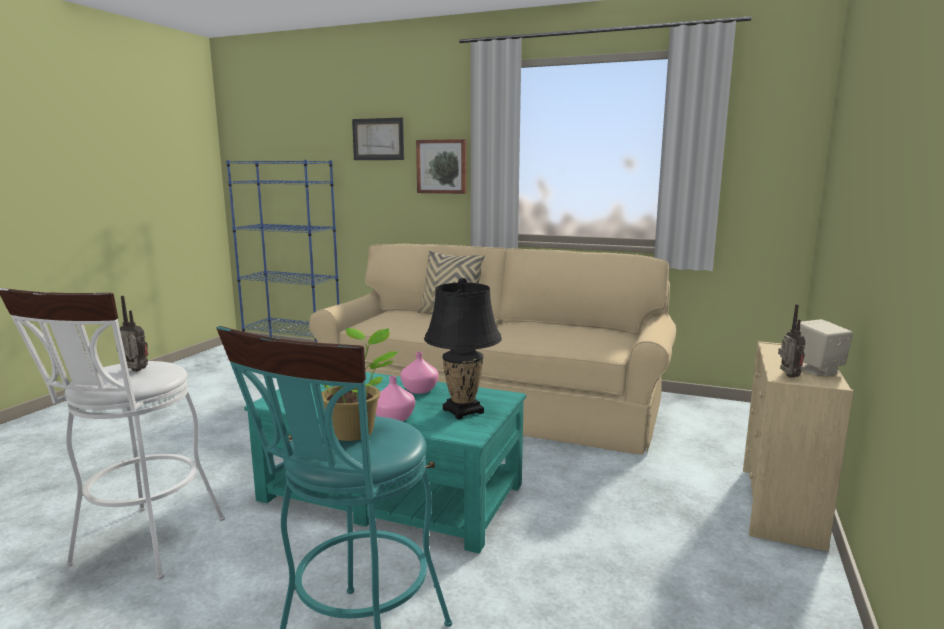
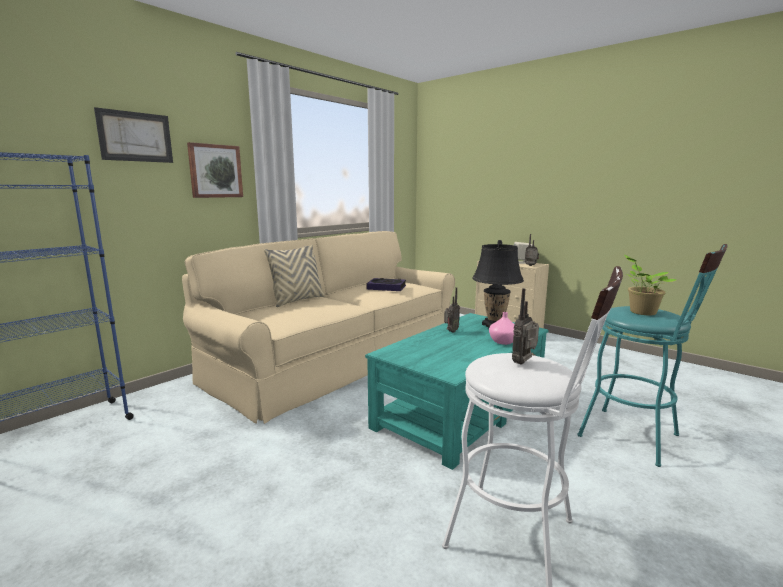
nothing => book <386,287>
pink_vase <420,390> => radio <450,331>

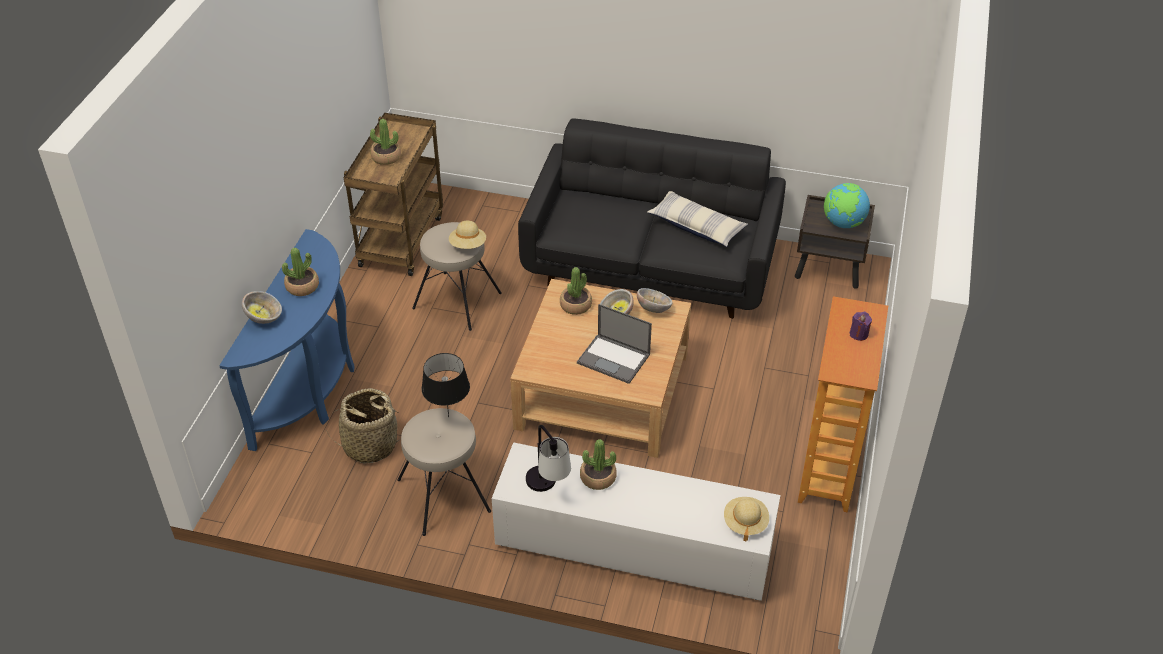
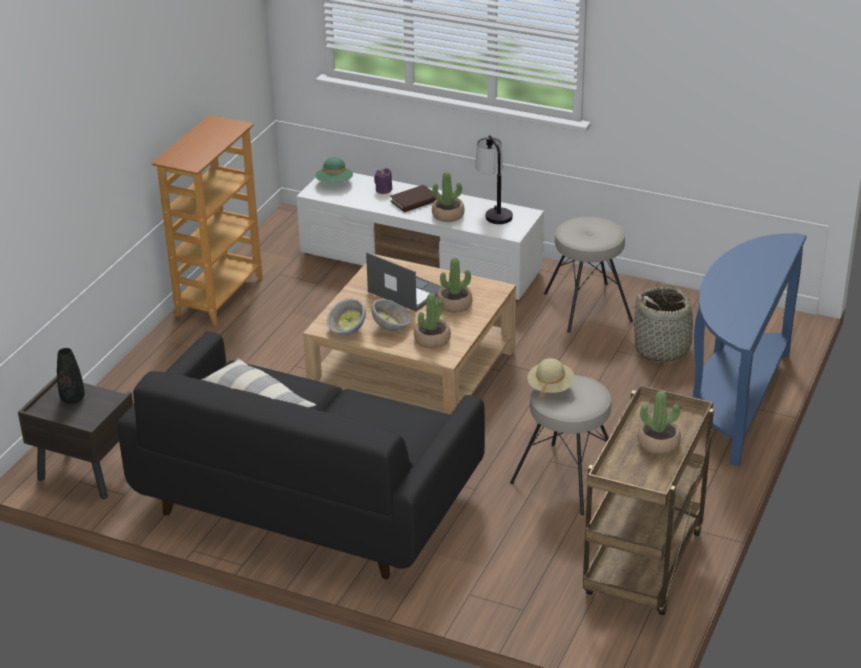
globe <843,223> => black_vase <72,399>
beige_hat <745,522> => green_hat <334,183>
purple_candle <859,334> => purple_candle <383,190>, moved
nothing => brown_book <414,201>
potted_plant <302,286> => potted_plant <454,305>, moved
bowl <264,317> => nothing
black_table_lamp <448,416> => nothing

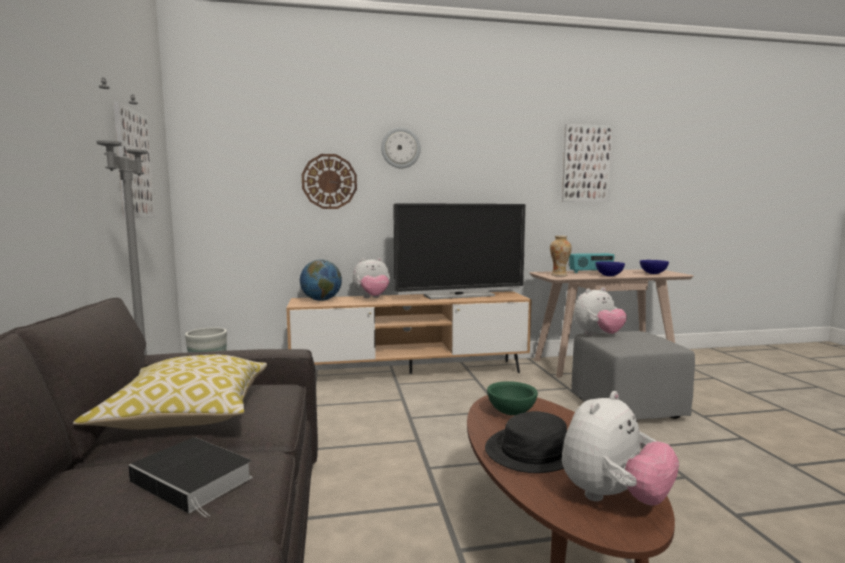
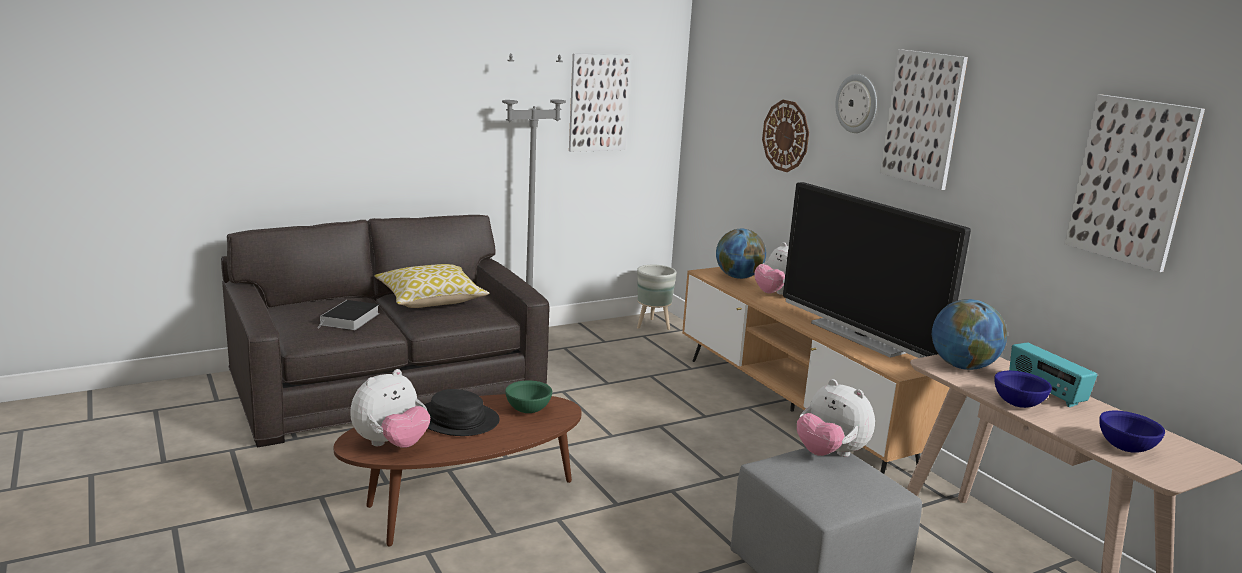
plush_toy <613,498> => plush_toy <391,444>, 75 degrees counterclockwise
nothing => picture <922,118>
vase <559,275> => globe <962,366>

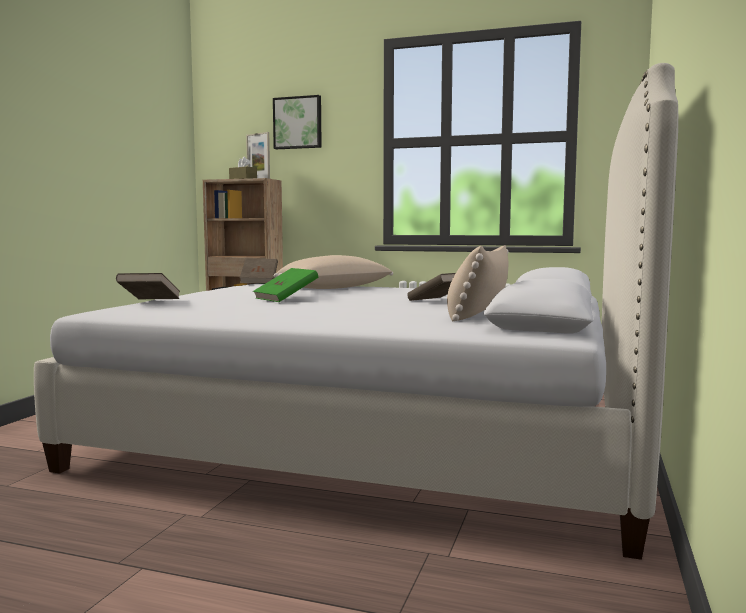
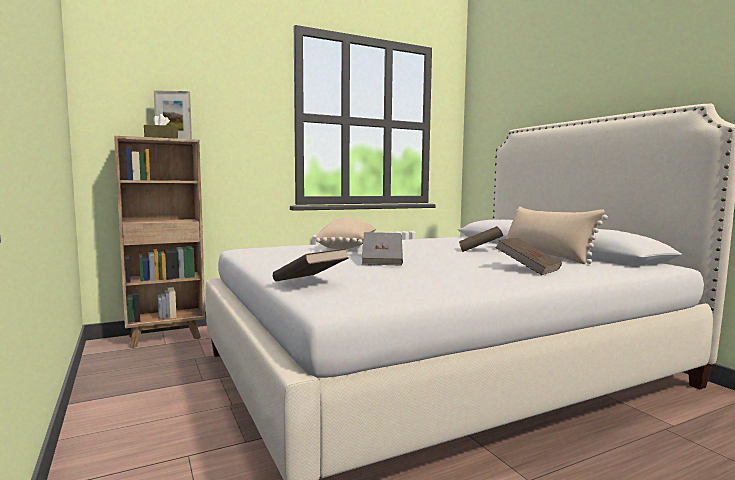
green_book <286,298> => grey_book <382,261>
brown_book <259,282> => brown_book <528,269>, moved
picture <298,123> => nothing

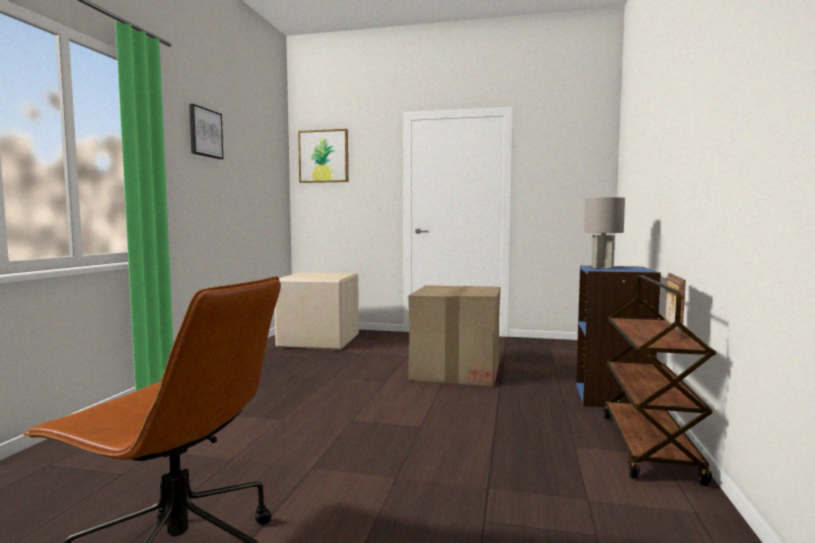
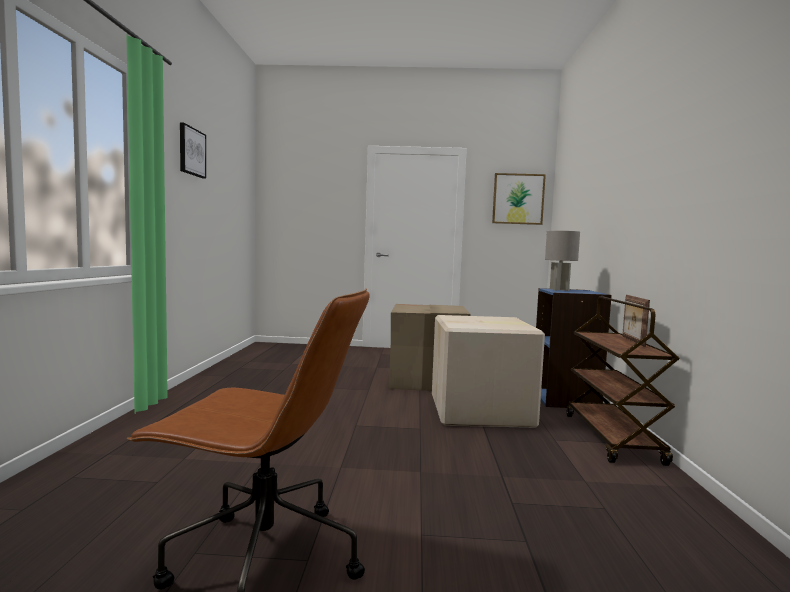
cardboard_box <320,341> => cardboard_box <482,411>, moved
picture <323,156> => picture <518,199>, moved

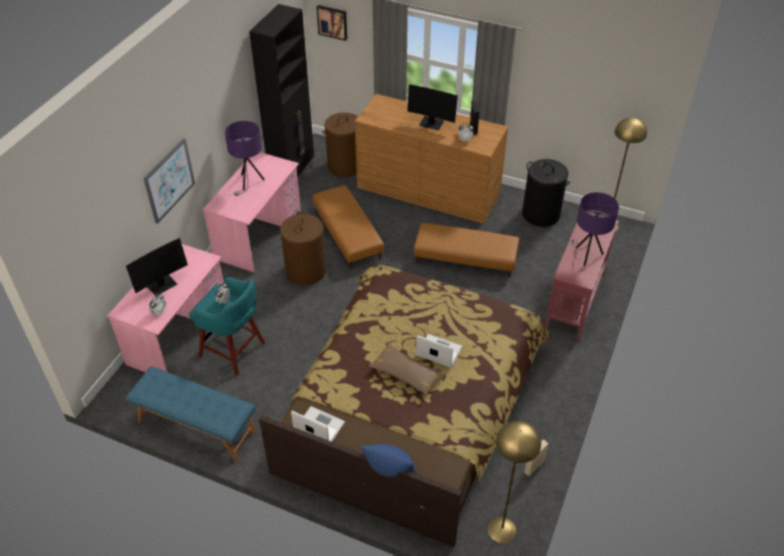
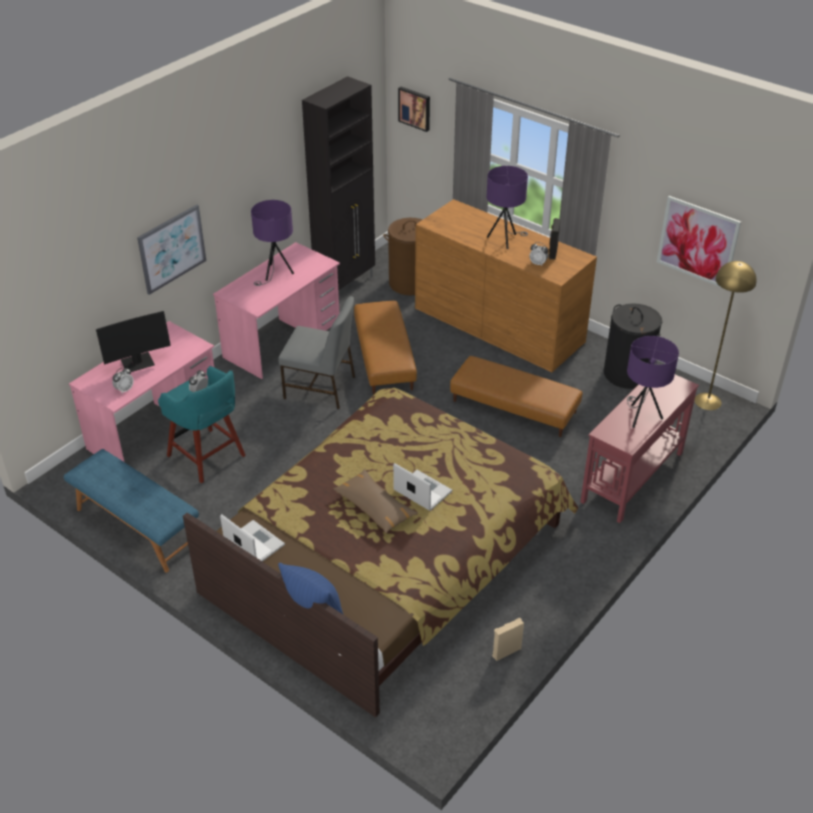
brown_laundry_basket <306,271> => grey_chair <321,388>
monitor <431,123> => purple_table_lamp <505,240>
nothing => picture <697,242>
yellow_floor_lamp <501,530> => nothing

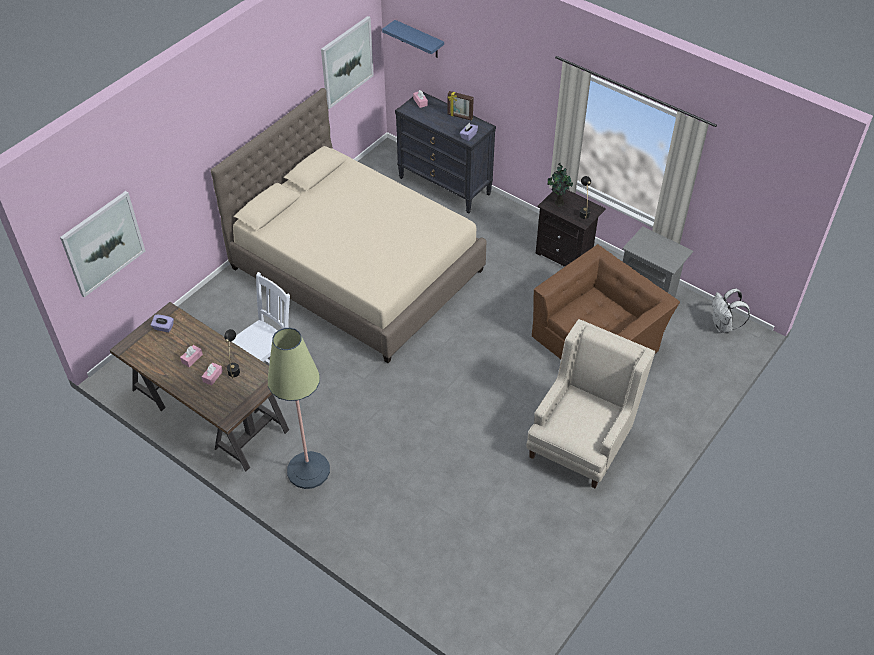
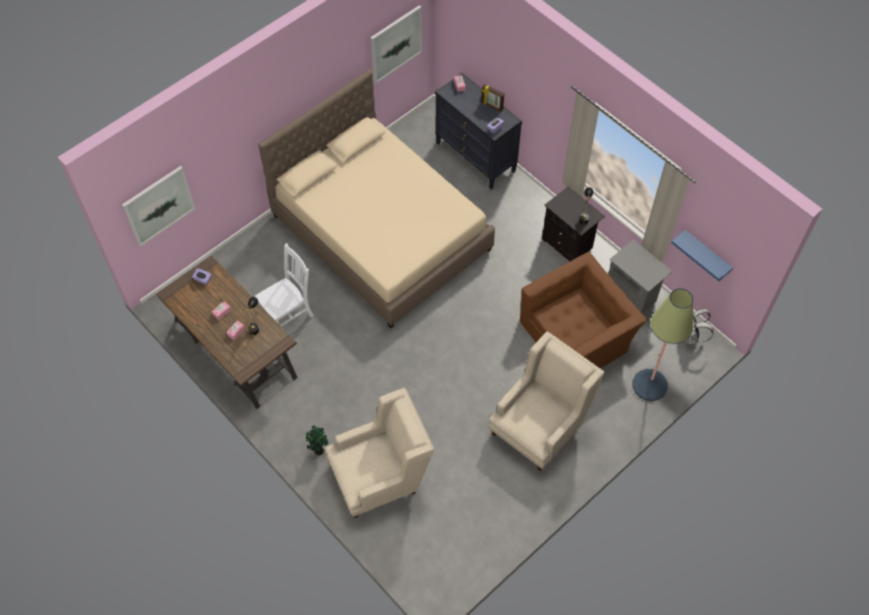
potted_plant <558,202> => potted_plant <318,450>, moved
nothing => beige_armchair <381,475>
floor_lamp <308,470> => floor_lamp <649,385>, moved
blue_shelf <419,39> => blue_shelf <706,254>, moved

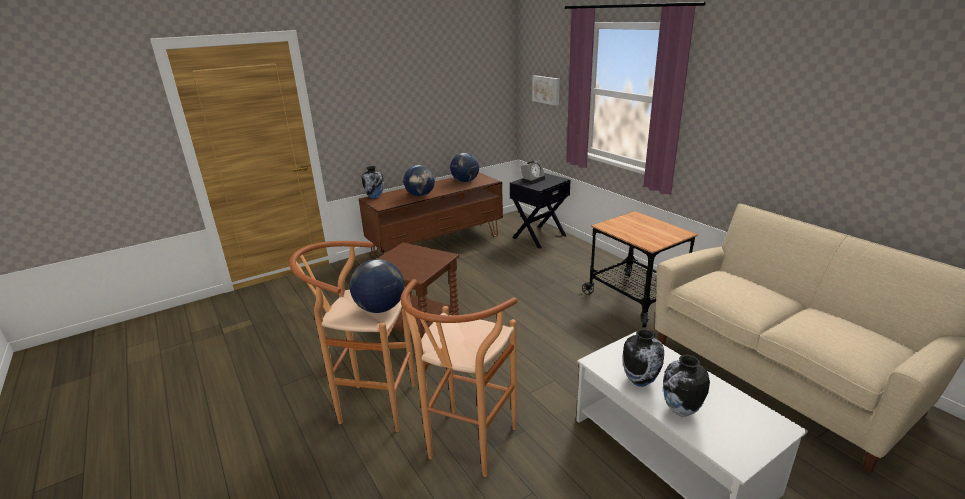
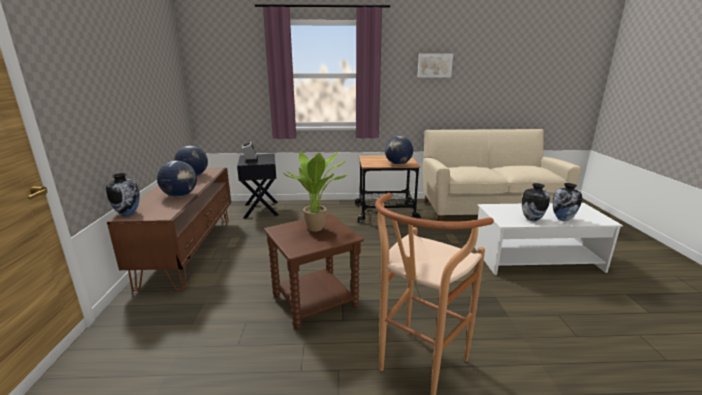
nothing => potted_plant <318,229>
globe <380,308> => globe <398,164>, moved
picture <546,90> => picture <434,65>, moved
brown_stool <467,448> => nothing

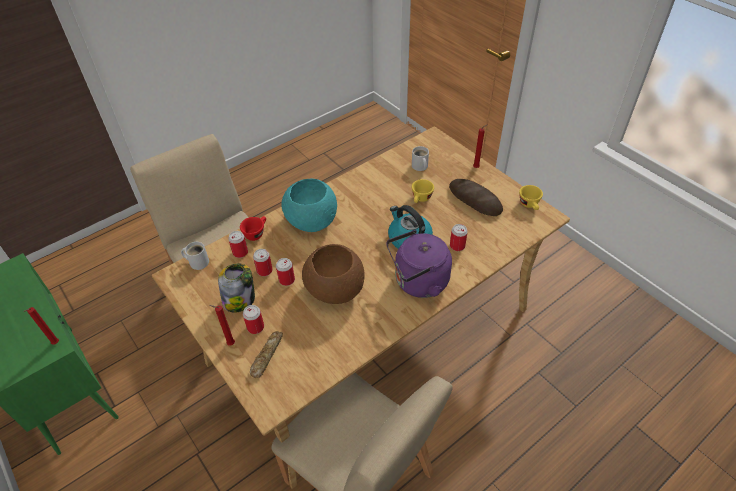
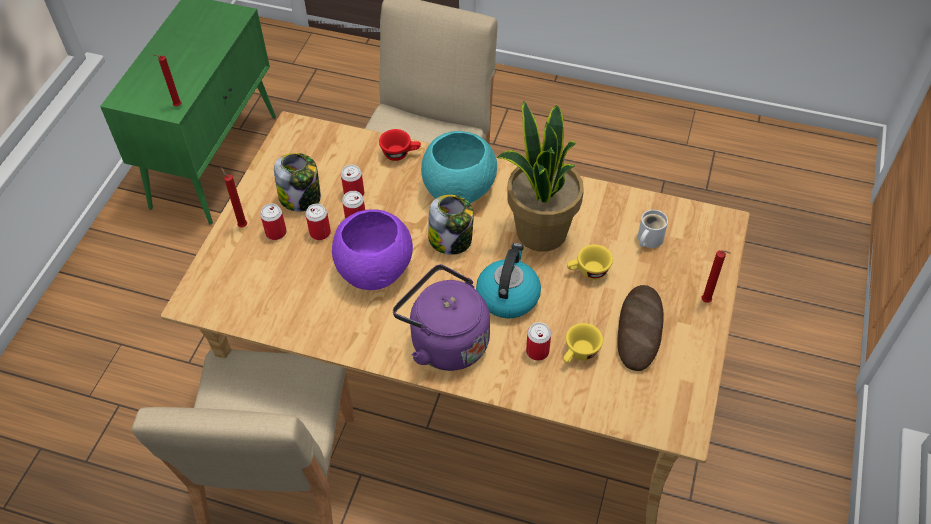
can <240,252> => can <320,232>, moved
brown_bowl <334,289> => purple_bowl <375,268>
nothing => jar <451,240>
nothing => potted_plant <540,231>
yellow_cup <530,205> => yellow_cup <579,354>, moved
white_mug <198,261> => nothing
bread <266,356> => nothing

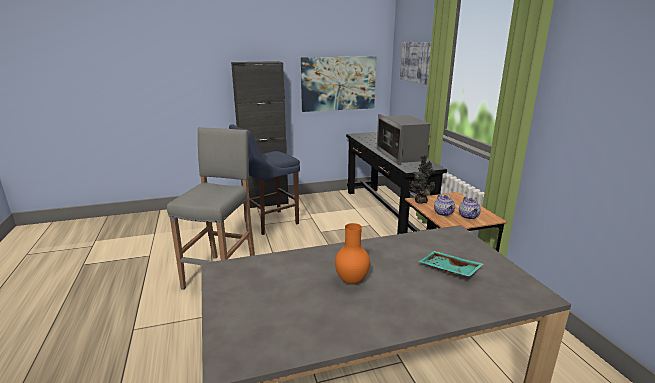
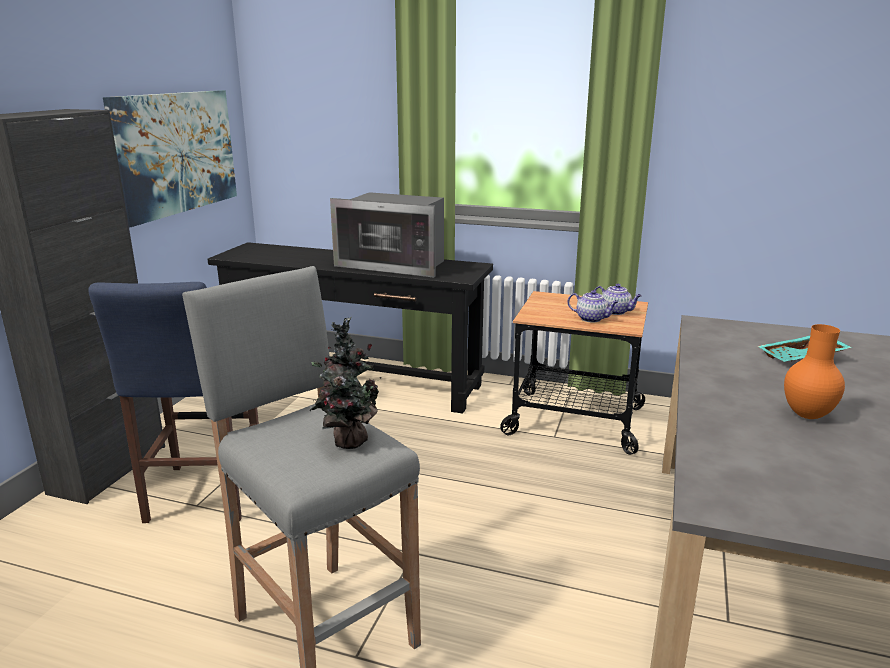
potted_plant <420,201> => potted_plant <347,441>, moved
picture <416,62> => nothing

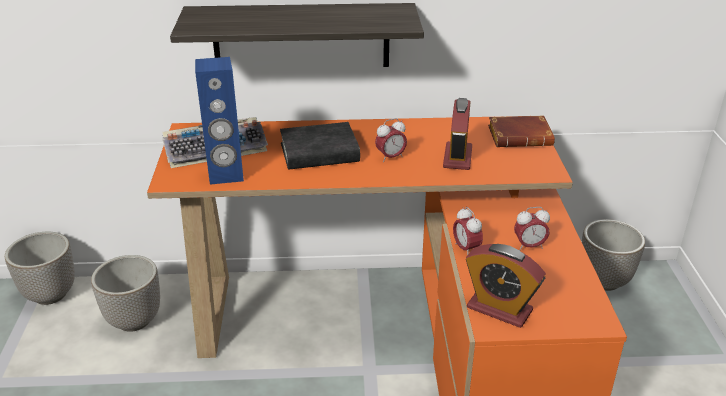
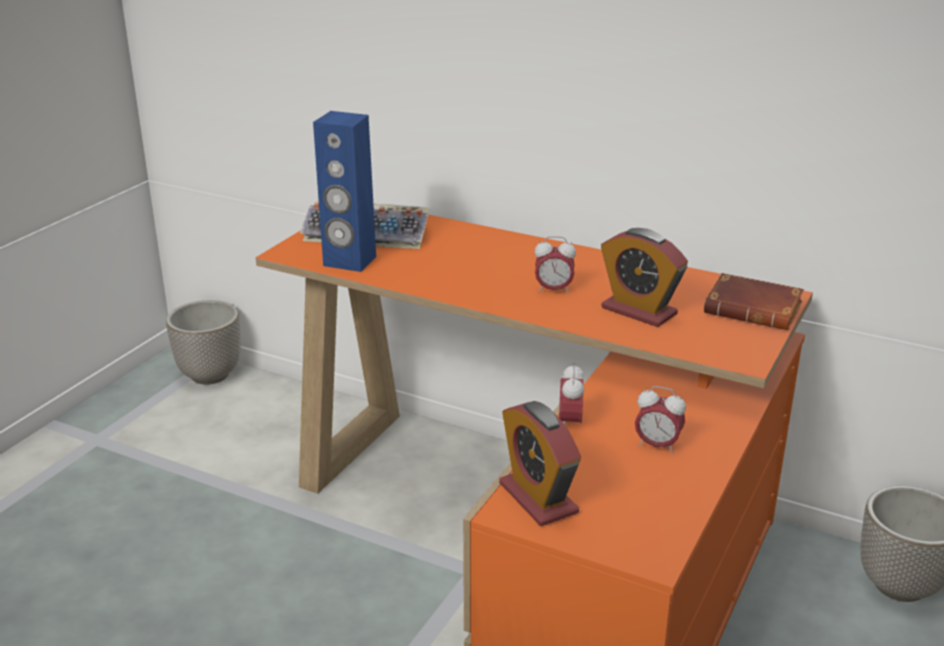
alarm_clock <457,157> => alarm_clock <639,311>, 90 degrees clockwise
planter <135,320> => nothing
shelf <301,36> => nothing
black_book <319,153> => nothing

